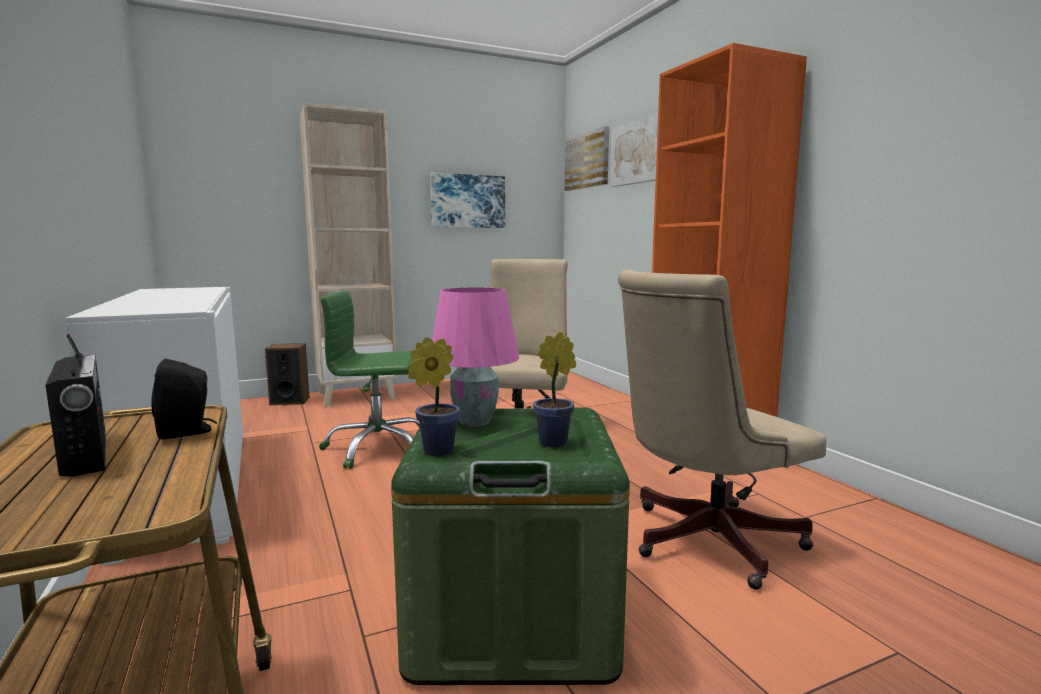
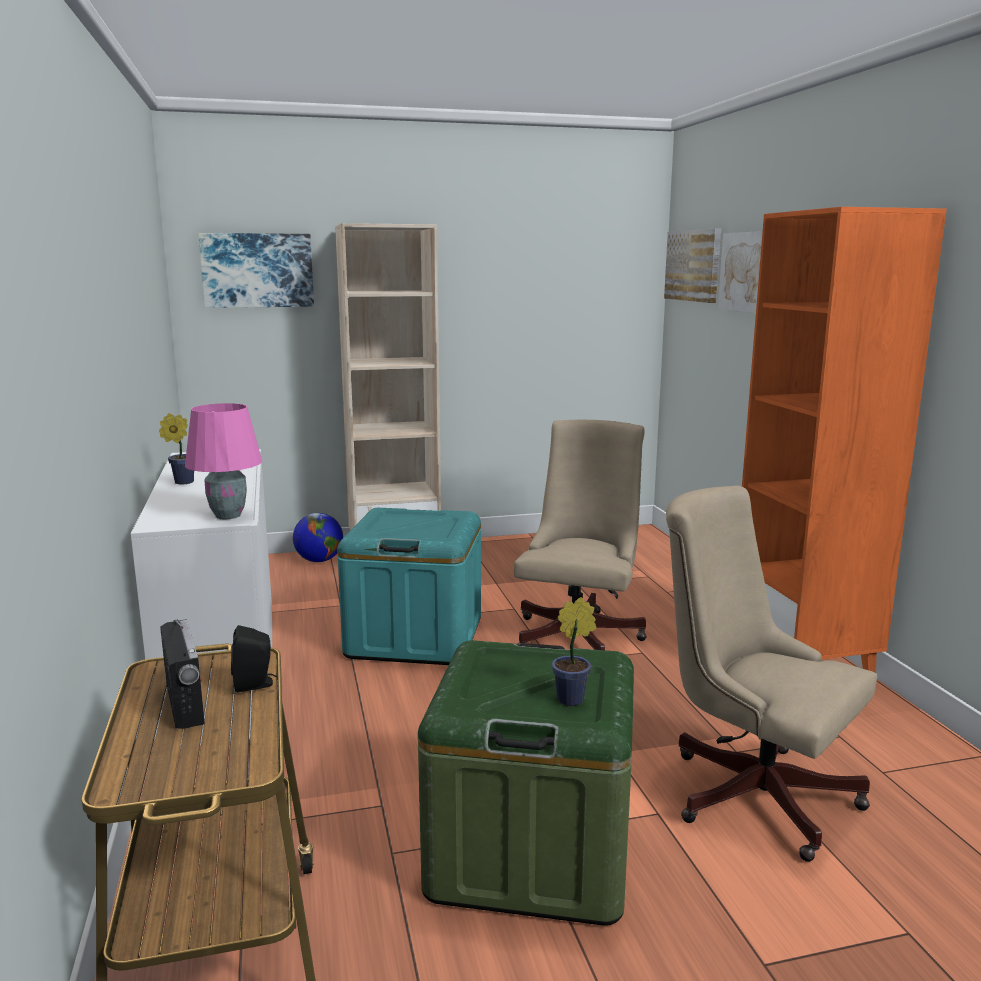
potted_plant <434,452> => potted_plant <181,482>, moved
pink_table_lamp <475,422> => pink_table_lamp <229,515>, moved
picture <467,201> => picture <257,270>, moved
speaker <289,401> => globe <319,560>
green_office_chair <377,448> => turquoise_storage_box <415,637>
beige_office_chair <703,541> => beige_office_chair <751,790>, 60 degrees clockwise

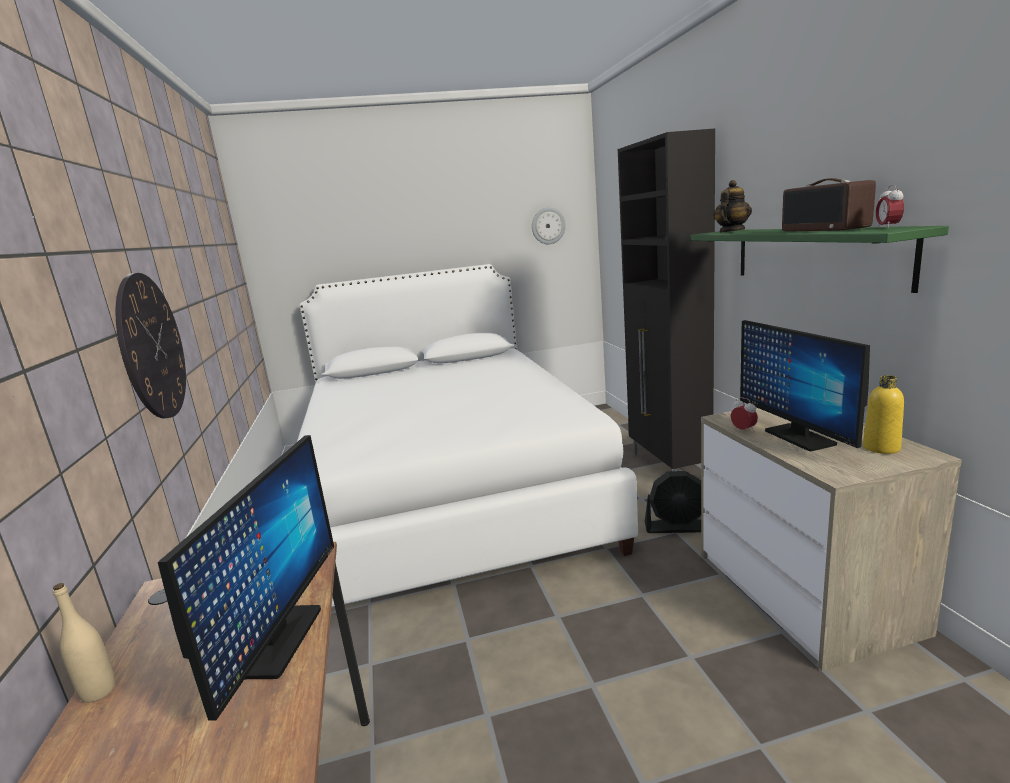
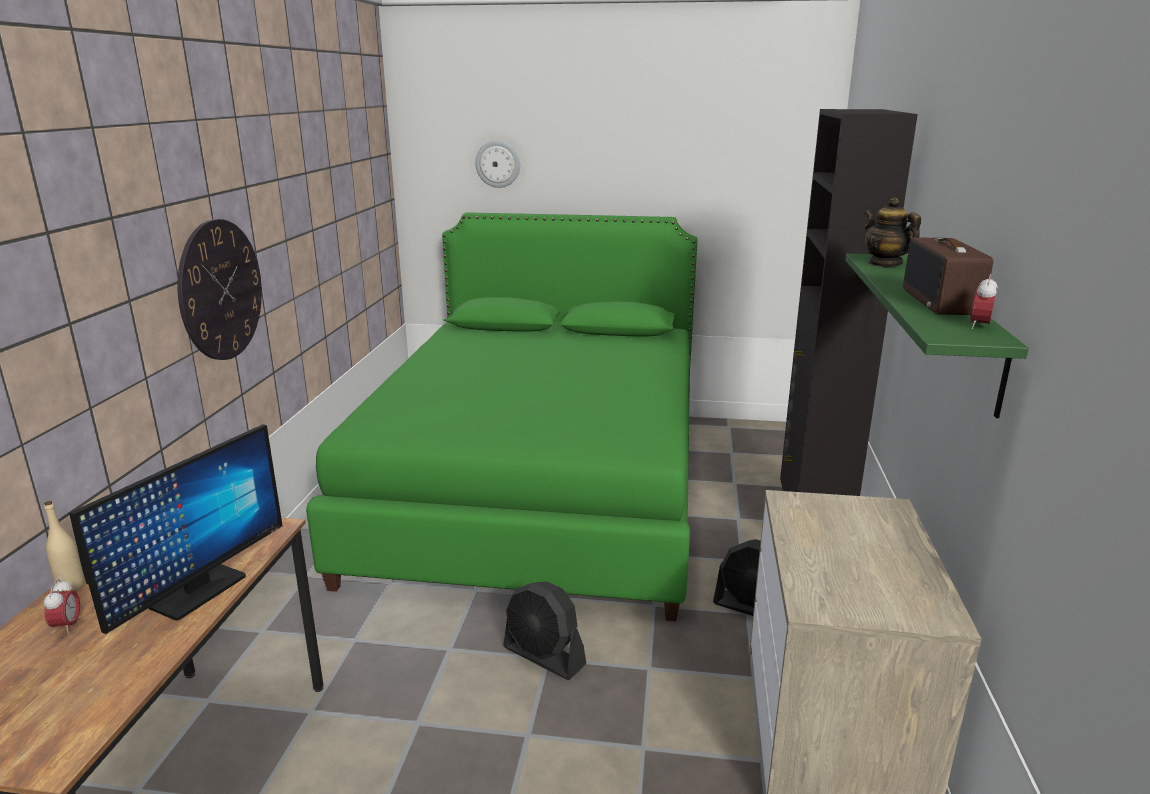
alarm_clock <743,430> => alarm_clock <67,626>, moved
white_bed <448,492> => green_bed <540,488>
wall_clock <548,226> => wall_clock <498,164>, moved
nothing => black_fan <544,656>
teapot <731,231> => teapot <885,264>, 90 degrees counterclockwise
monitor <799,437> => nothing
yellow_bottle <881,448> => nothing

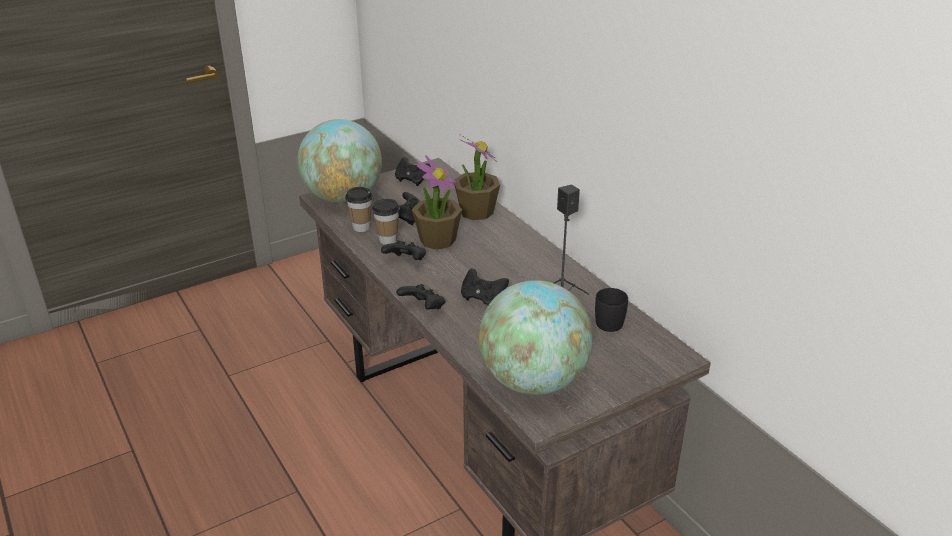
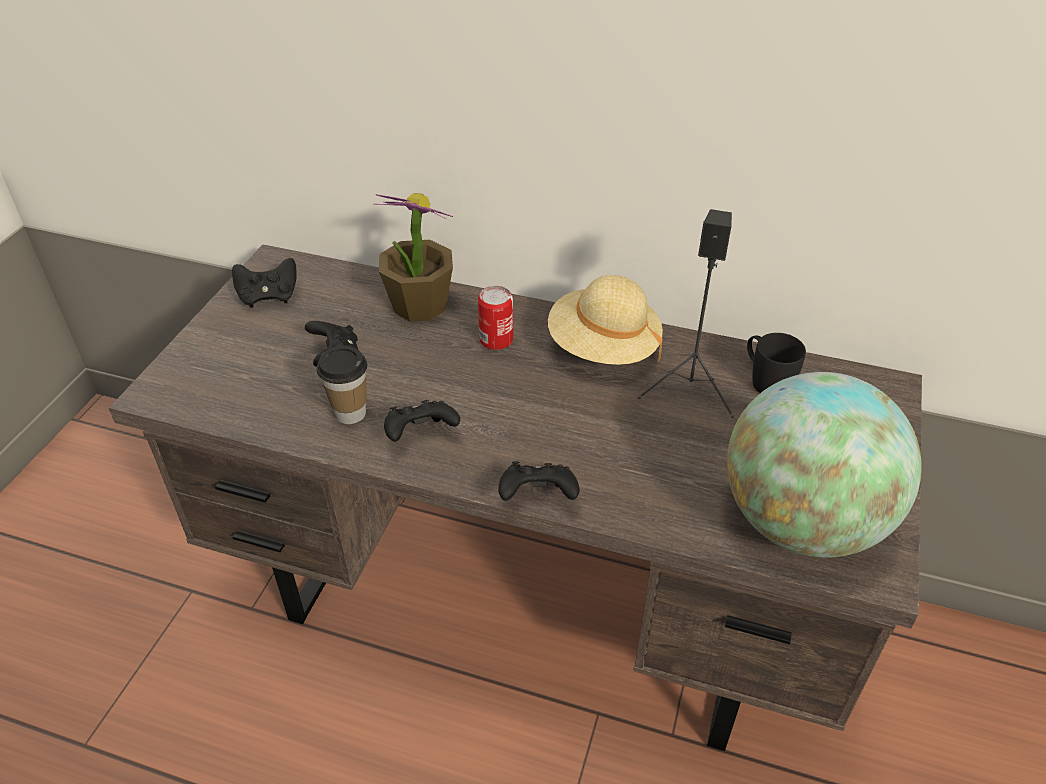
nothing => can <496,340>
nothing => beige_hat <603,348>
globe <343,198> => nothing
cup <361,227> => nothing
potted_plant <437,240> => nothing
black_game_controller <482,298> => nothing

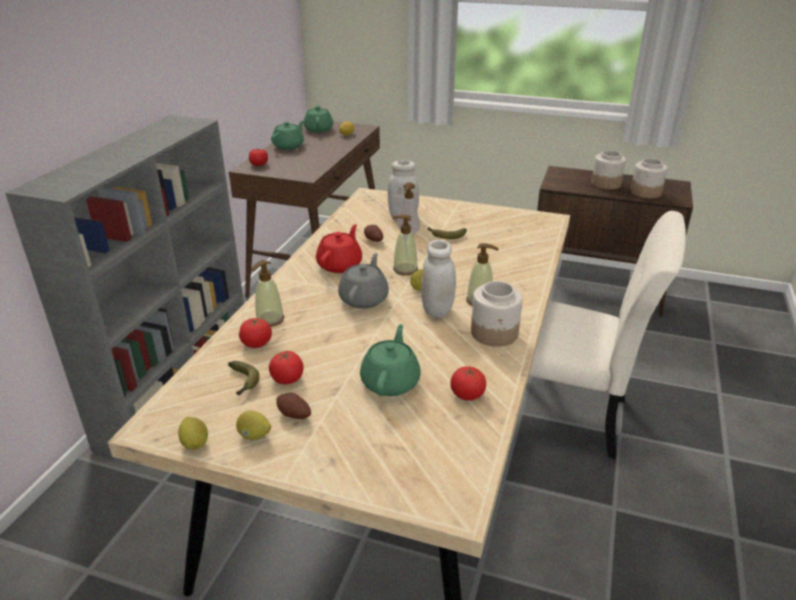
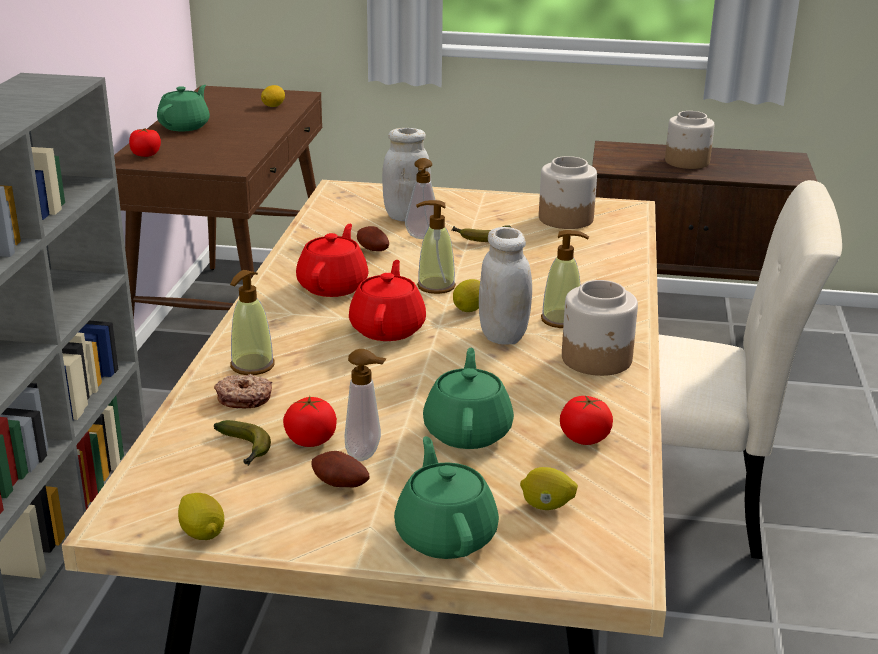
tomato <256,343> => donut <244,398>
nothing => soap_dispenser <367,454>
grey_teapot <364,299> => red_teapot <388,328>
green_teapot <319,129> => green_teapot <445,535>, moved
lemon <254,436> => lemon <546,506>, moved
jar <646,192> => jar <566,219>, moved

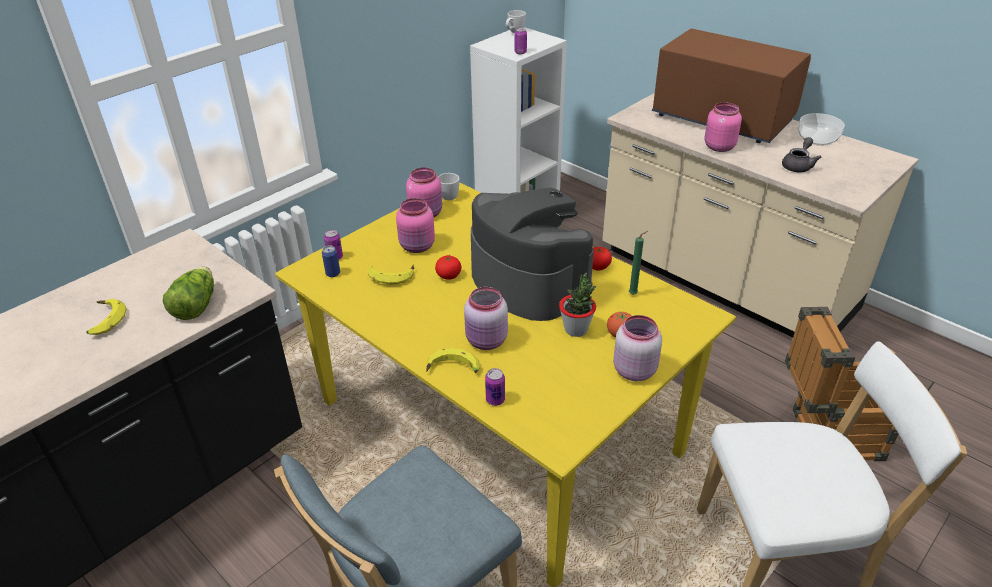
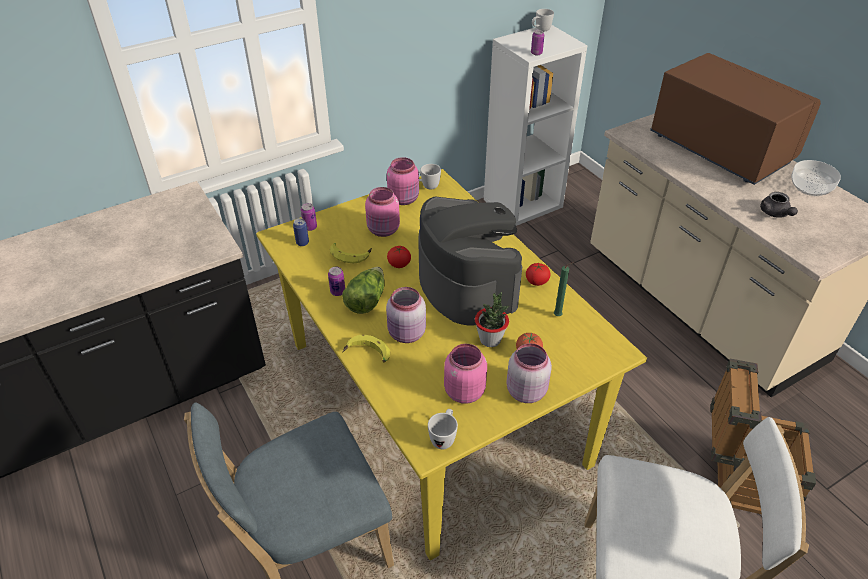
can <495,400> => can <338,292>, moved
lettuce <195,306> => lettuce <366,300>, moved
nothing => white_mug <444,437>
pink_jar <718,147> => pink_jar <463,391>, moved
grey_teapot <798,165> => grey_teapot <775,214>, 120 degrees clockwise
banana <104,321> => nothing

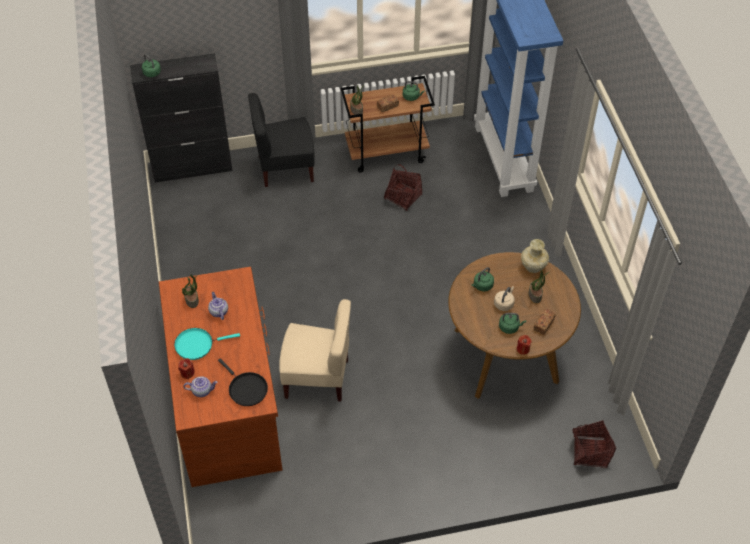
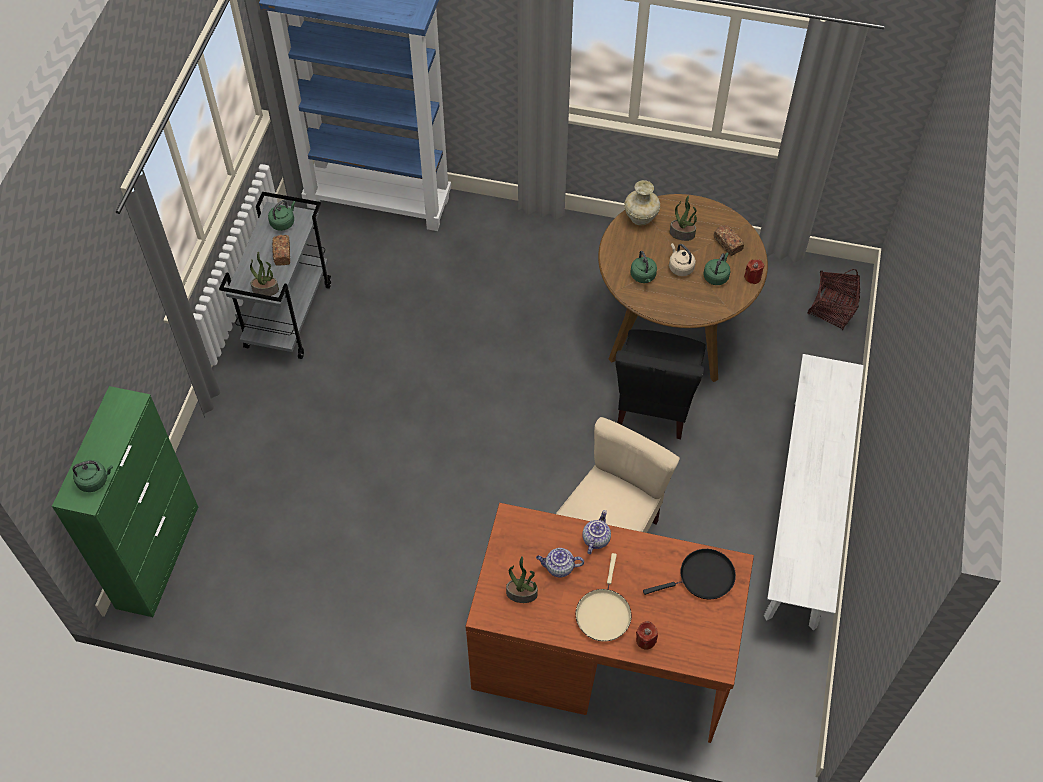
black_cabinet <193,168> => green_cabinet <158,556>
brown_cart <387,152> => grey_cart <288,315>
turquoise_frying_pan <197,345> => beige_frying_pan <603,613>
teapot <202,390> => teapot <595,539>, moved
black_chair <285,168> => black_chair <655,404>, moved
nothing => white_bench <805,510>
basket <403,197> => nothing

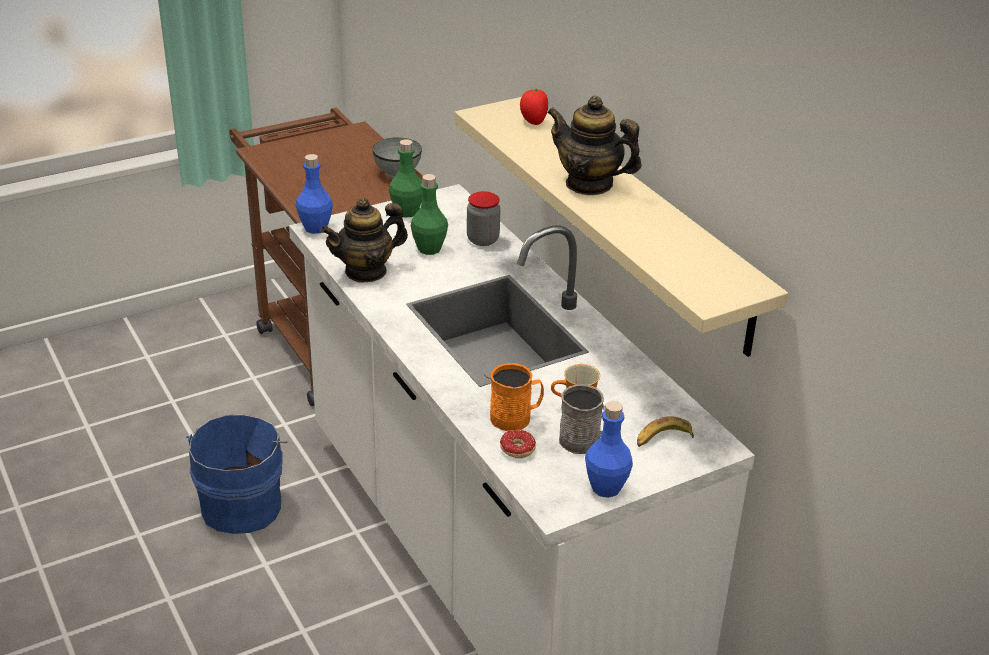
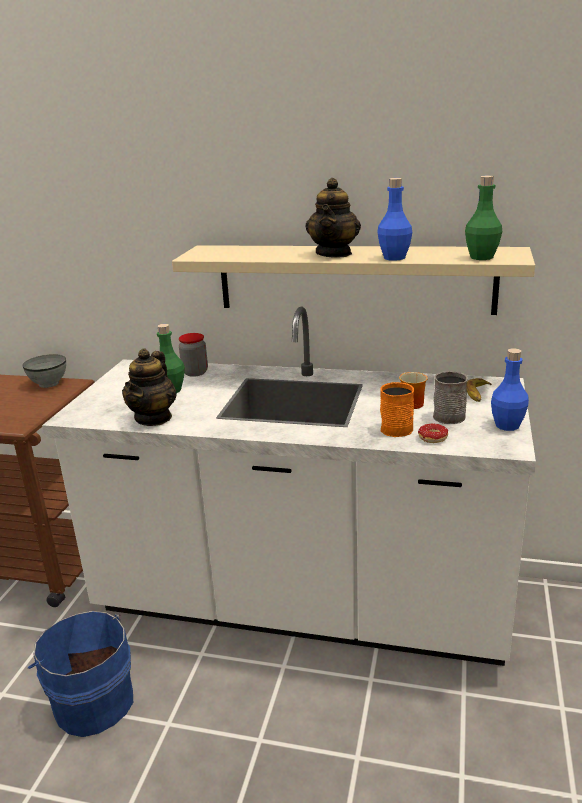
teapot <589,184> => teapot <334,253>, 60 degrees counterclockwise
blue_bottle <315,228> => blue_bottle <394,258>, moved
green_bottle <407,212> => green_bottle <481,257>, moved
tomato <533,122> => nothing

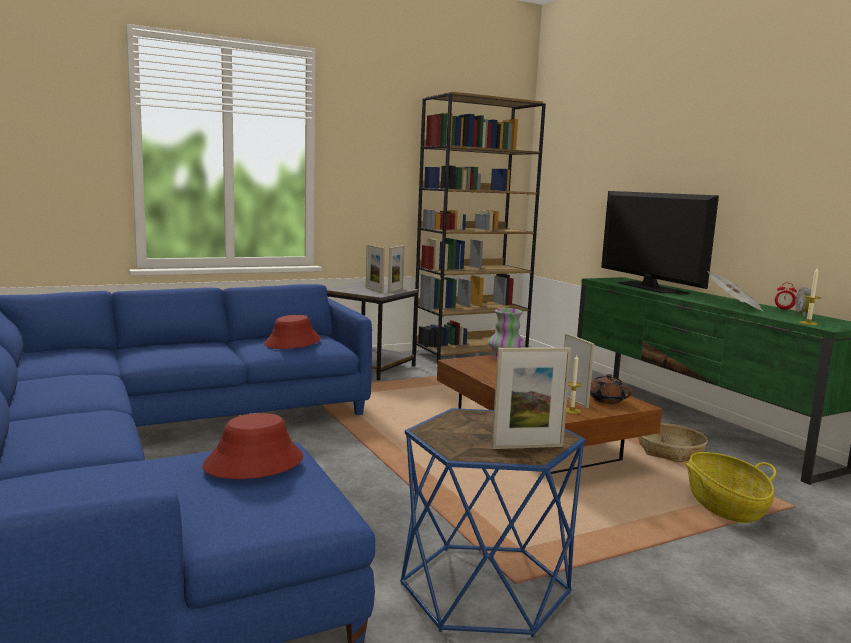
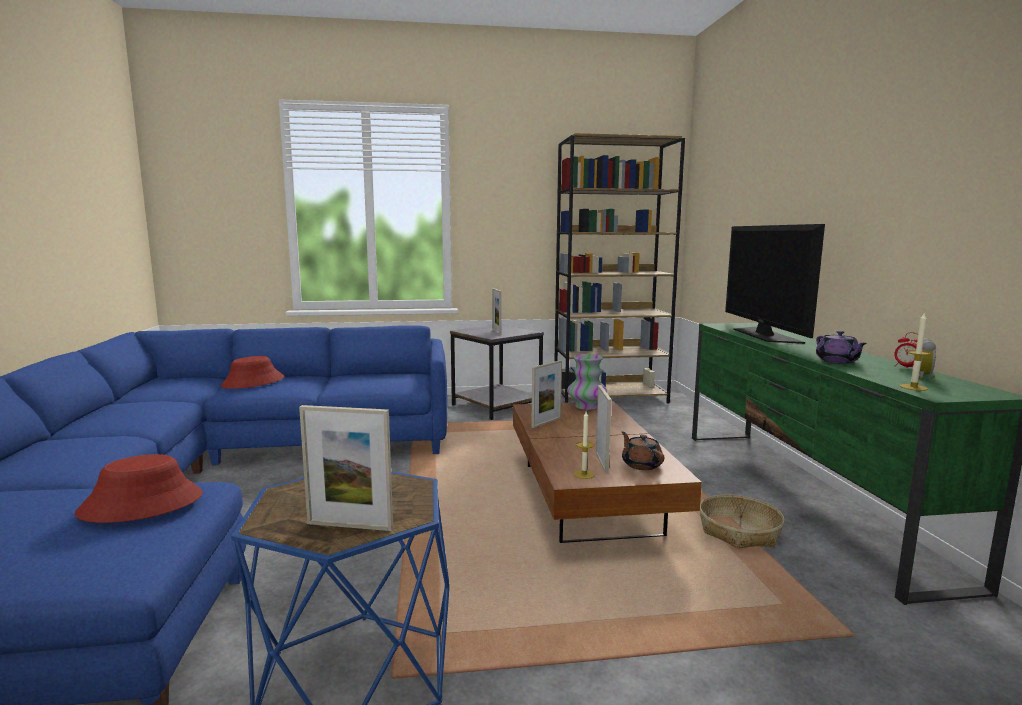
red_hat <293,342> => red_hat <253,382>, moved
picture_frame <395,290> => picture_frame <546,422>, moved
newspaper <734,306> => purple_teapot <837,361>
basket <724,506> => nothing

